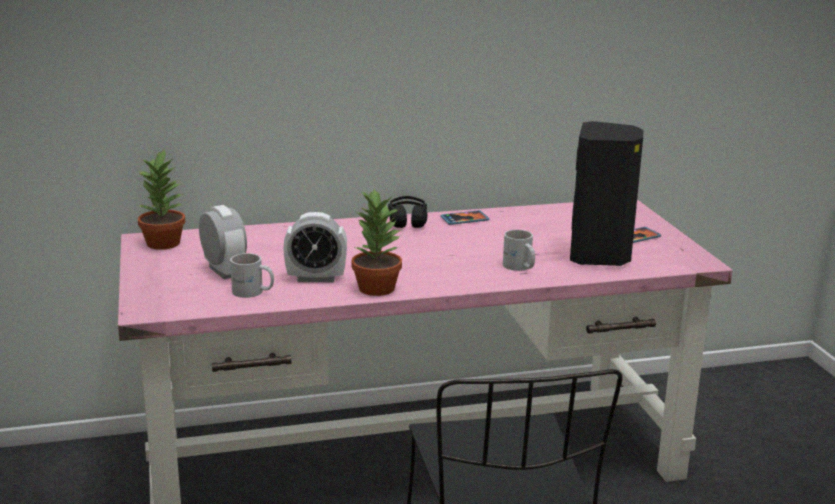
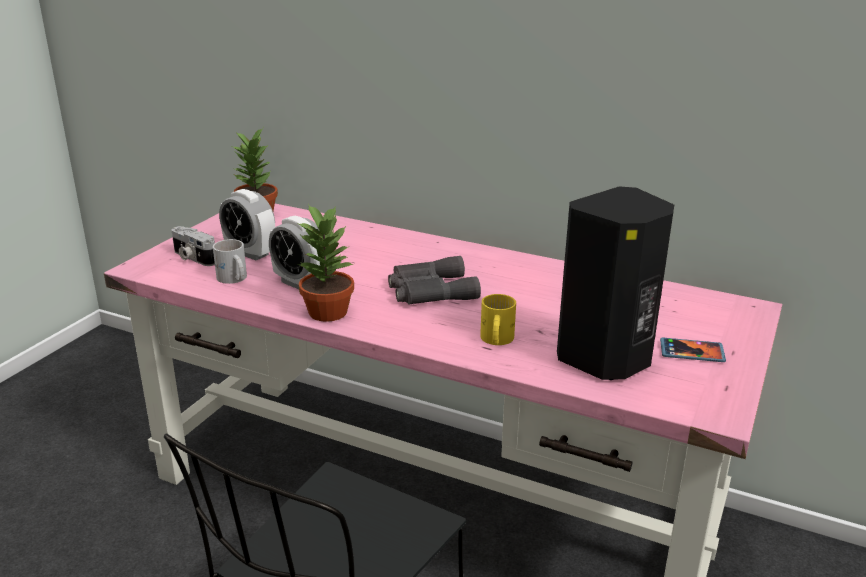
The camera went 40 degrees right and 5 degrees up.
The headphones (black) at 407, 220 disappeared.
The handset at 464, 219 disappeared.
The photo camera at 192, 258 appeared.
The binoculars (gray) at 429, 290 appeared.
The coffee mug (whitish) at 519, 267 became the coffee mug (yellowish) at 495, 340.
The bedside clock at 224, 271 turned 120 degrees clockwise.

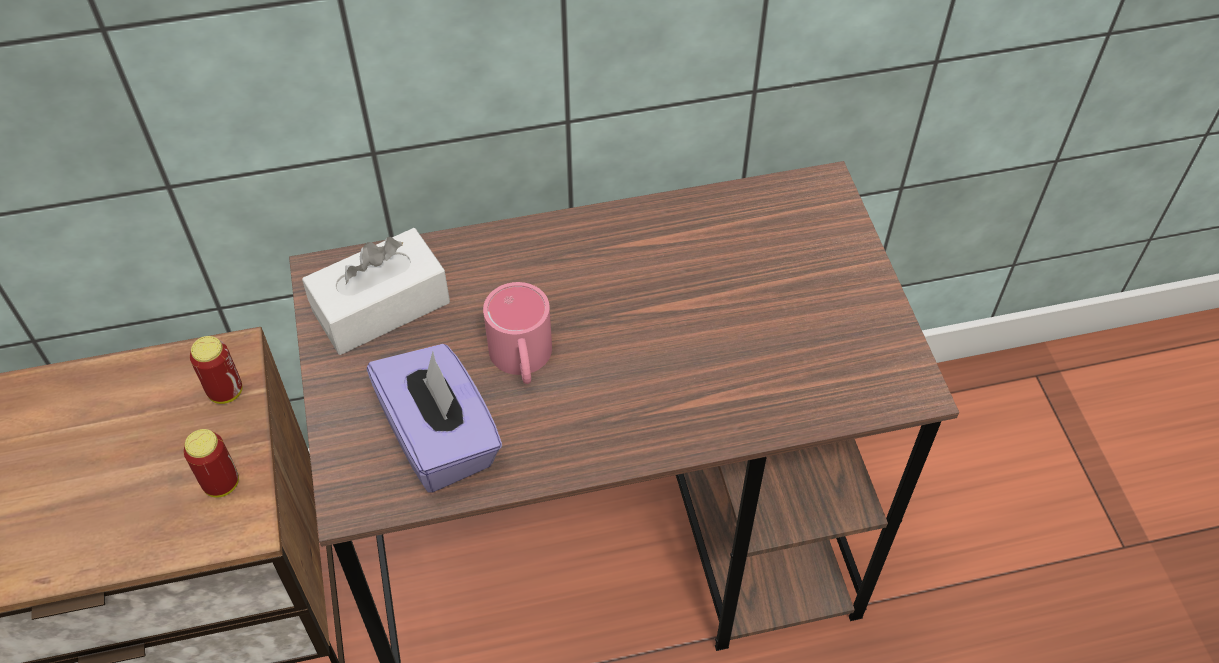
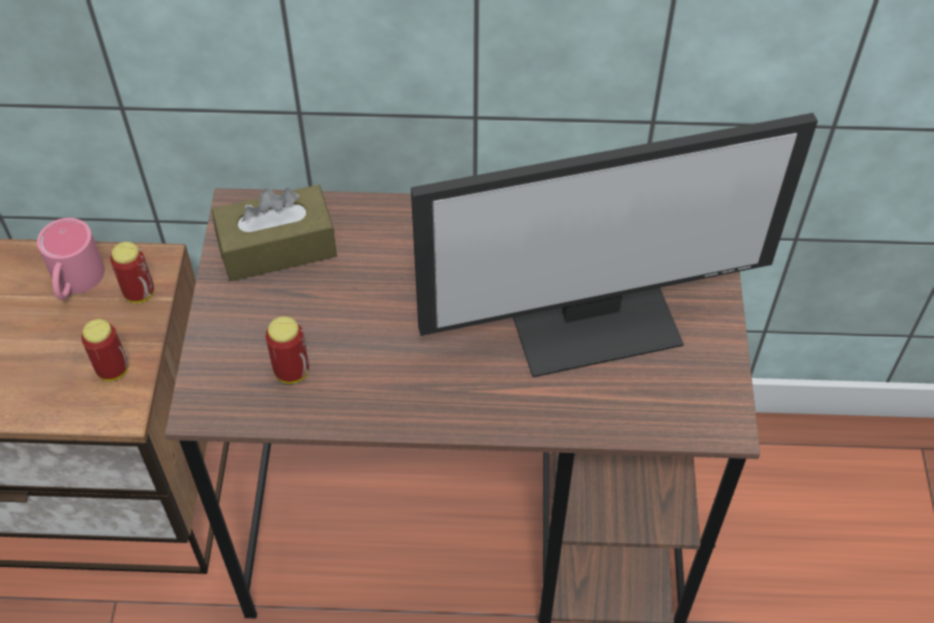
The camera went 15 degrees right and 0 degrees up.
The monitor at 595, 320 appeared.
The coffee mug (pinkish) moved from 522, 361 to 75, 283.
The tissue holder (purple-coloured) at 441, 438 was replaced by the can at 292, 372.
The tissue holder (whitish) at 381, 307 became the tissue holder (brown) at 277, 247.

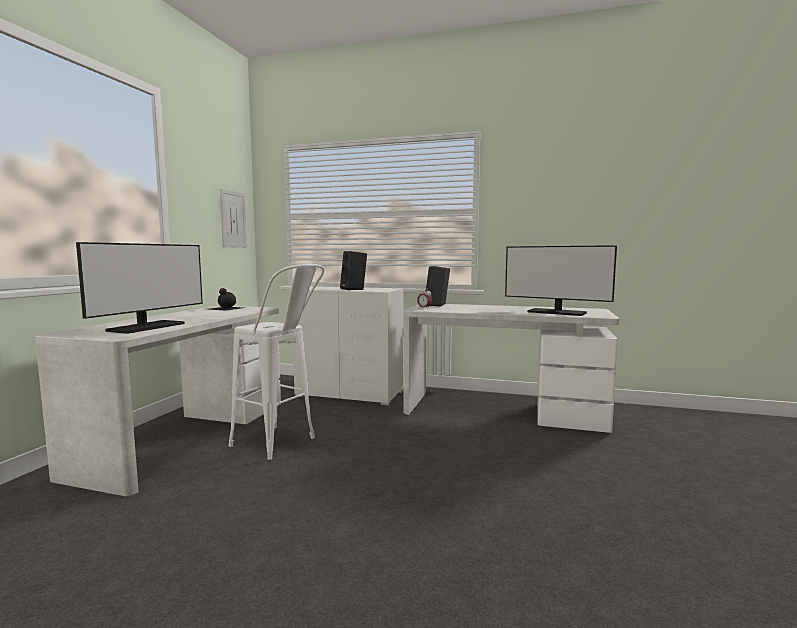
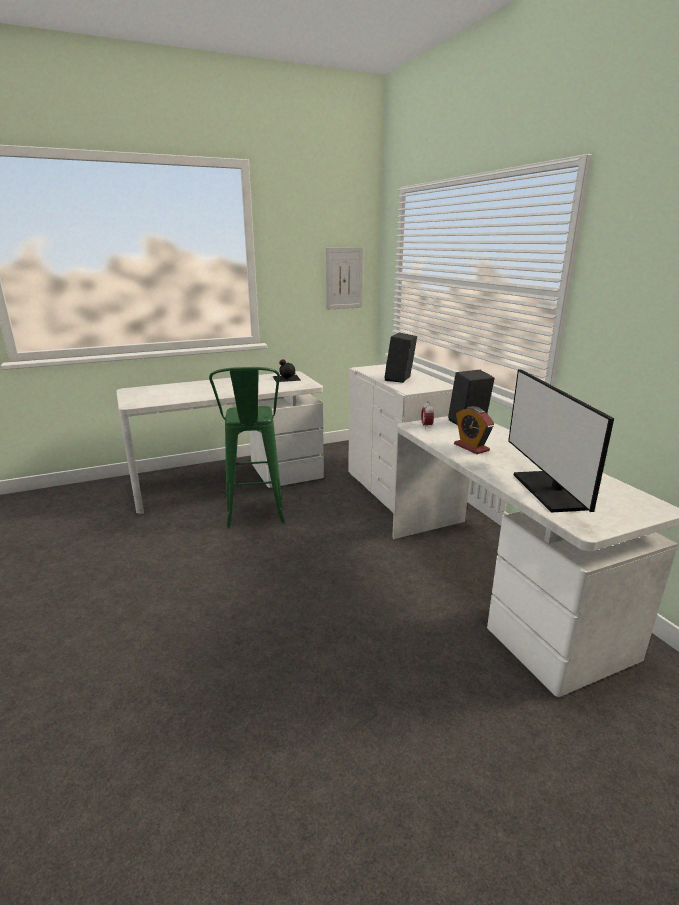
The camera went 50 degrees right and 15 degrees up.
The monitor at 147, 327 disappeared.
The bedside clock at 471, 447 appeared.
The sitting stool (whitish) at 281, 445 became the sitting stool (greenish) at 255, 518.

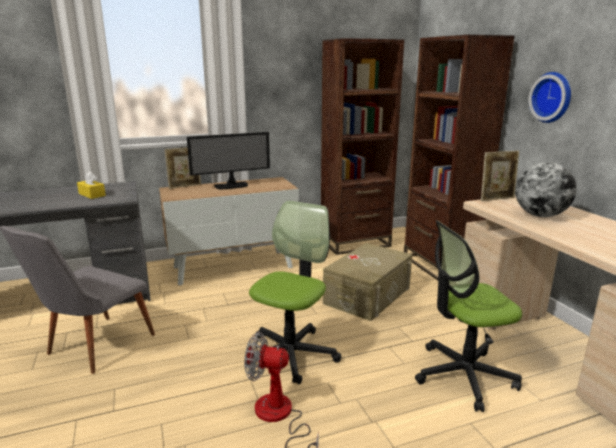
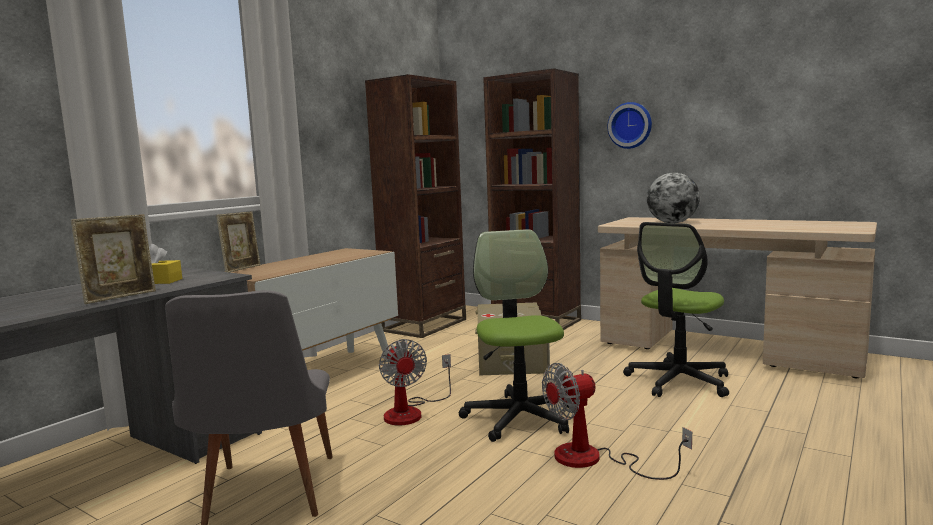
The camera went 35 degrees left and 10 degrees down.
The monitor at 231, 186 disappeared.
The electric fan at 411, 412 appeared.
The photo frame moved from 496, 199 to 121, 297.

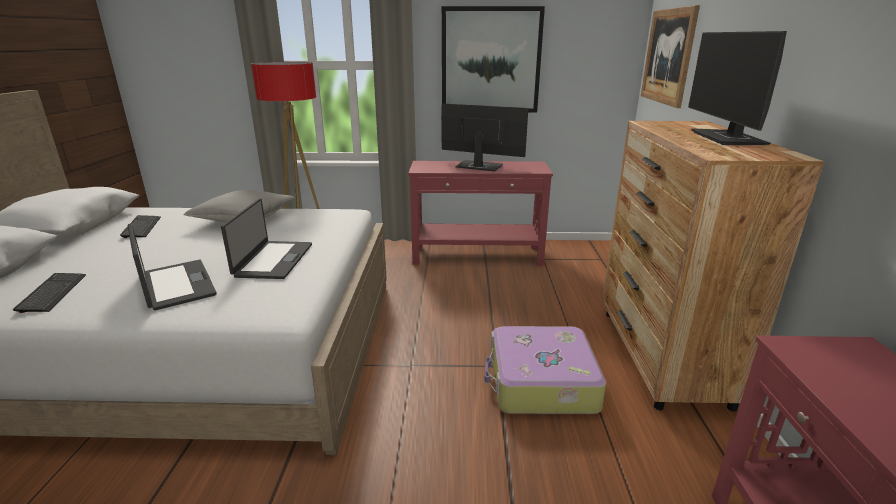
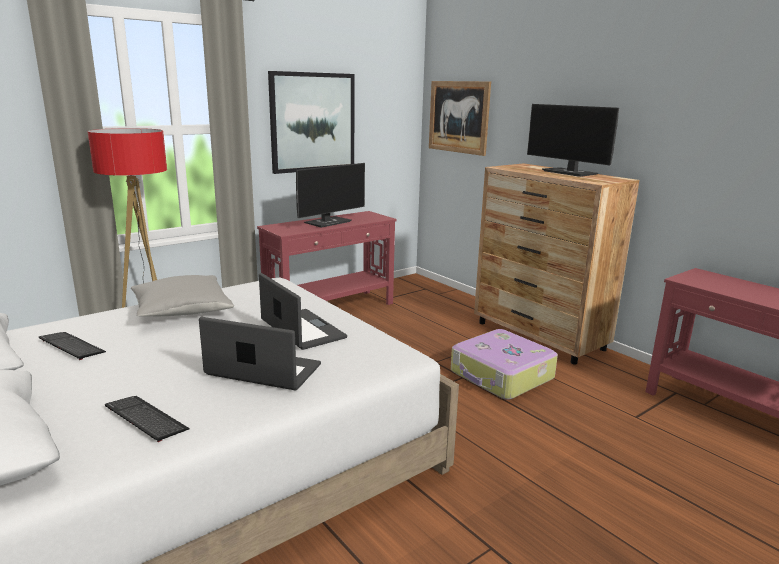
The camera went 40 degrees left and 5 degrees down.
The monitor at 478, 166 turned 150 degrees clockwise.

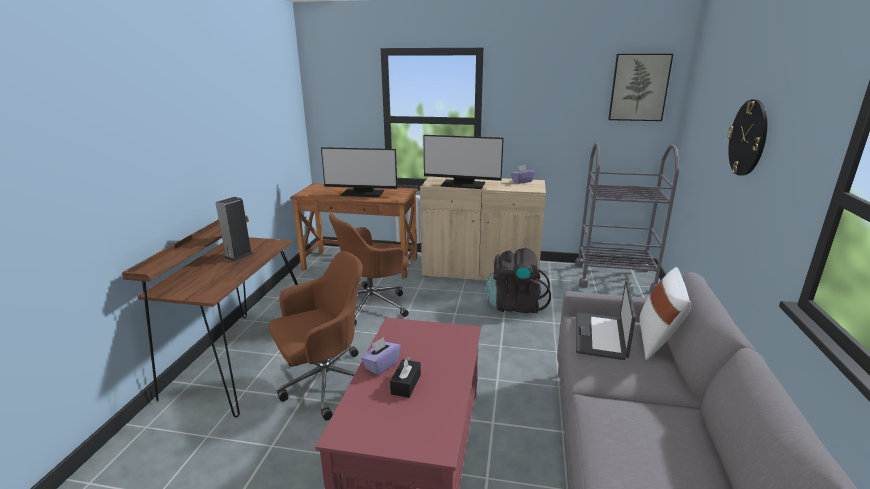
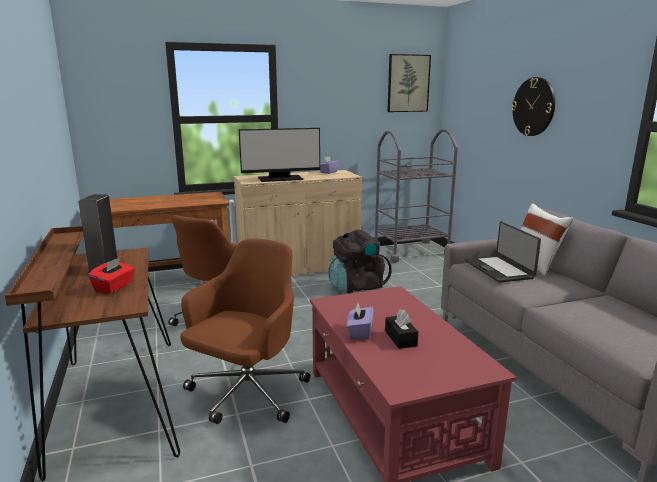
The camera went 30 degrees left and 5 degrees down.
The monitor at 362, 193 disappeared.
The tissue holder (red) at 114, 287 appeared.

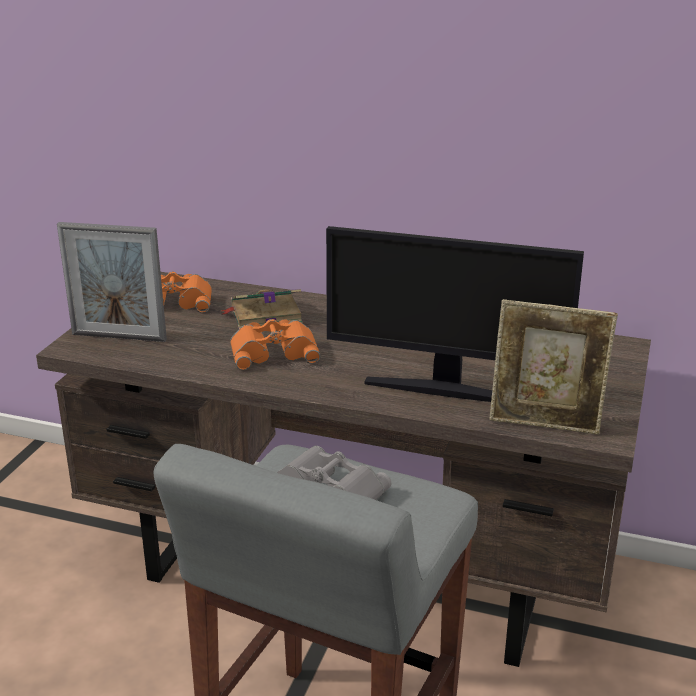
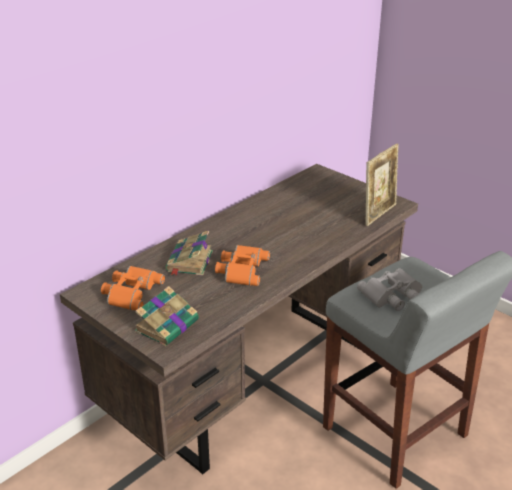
The camera went 65 degrees left and 5 degrees up.
The monitor at 445, 389 disappeared.
The photo frame at 119, 337 was replaced by the bound book at 168, 325.

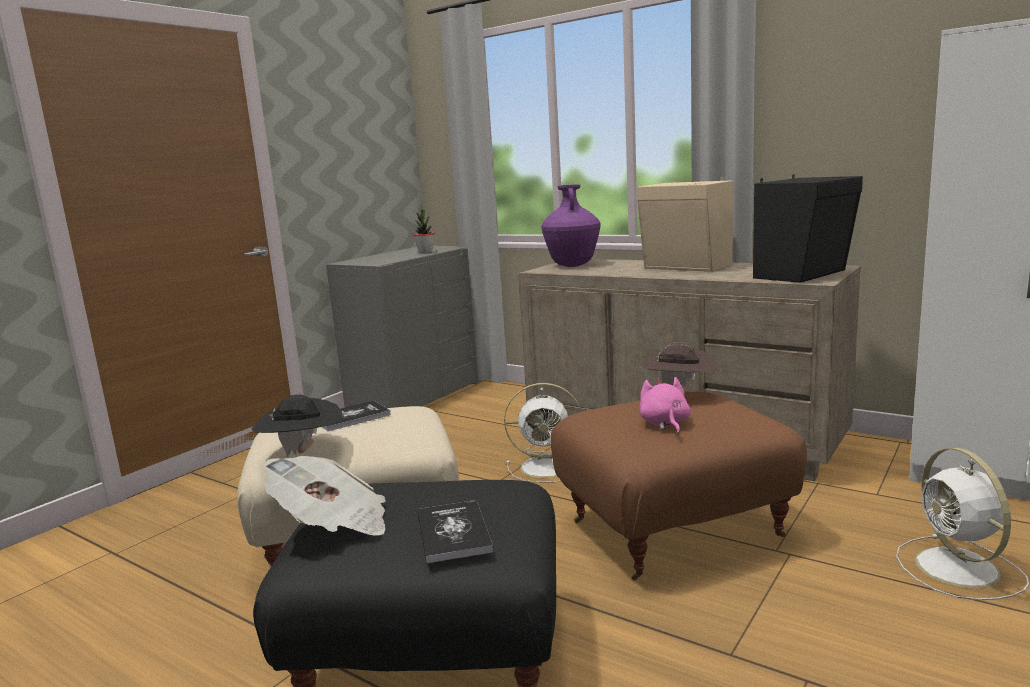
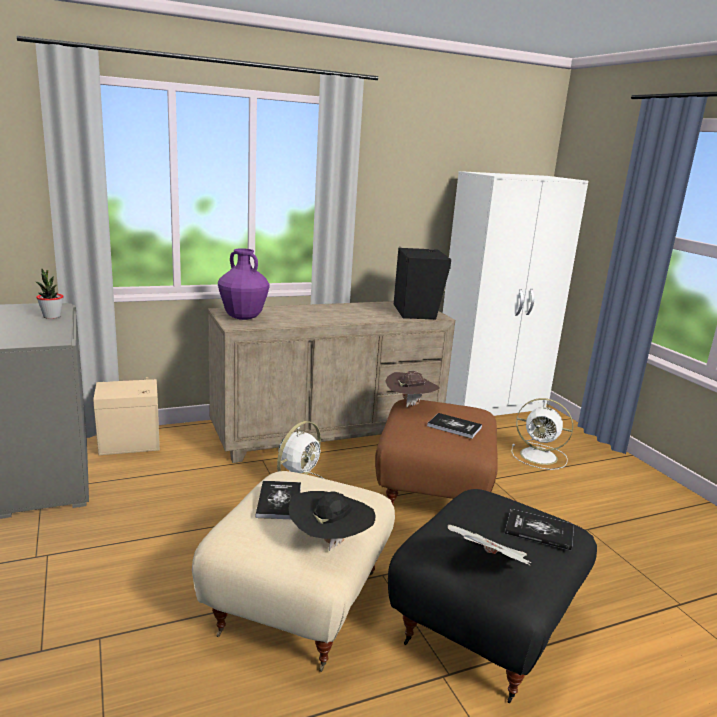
The camera went 60 degrees left and 5 degrees up.
The speaker (beige-coloured) moved from 687, 267 to 131, 446.
The soft toy (pinkish) at 665, 424 was replaced by the bound book at 454, 426.

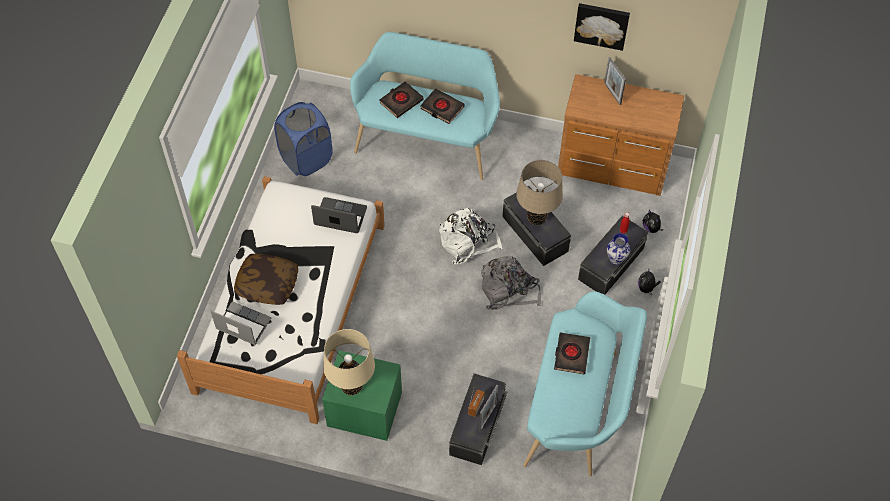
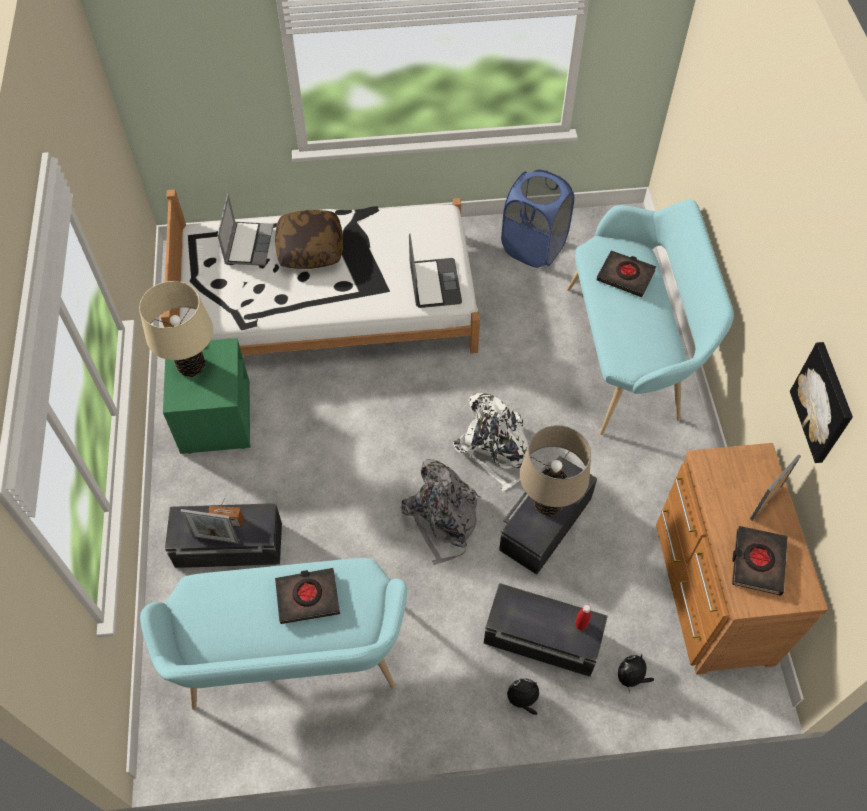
The camera went 70 degrees right and 0 degrees up.
The vase at 616, 259 disappeared.
The bound book (black) moved from 442, 108 to 757, 562.

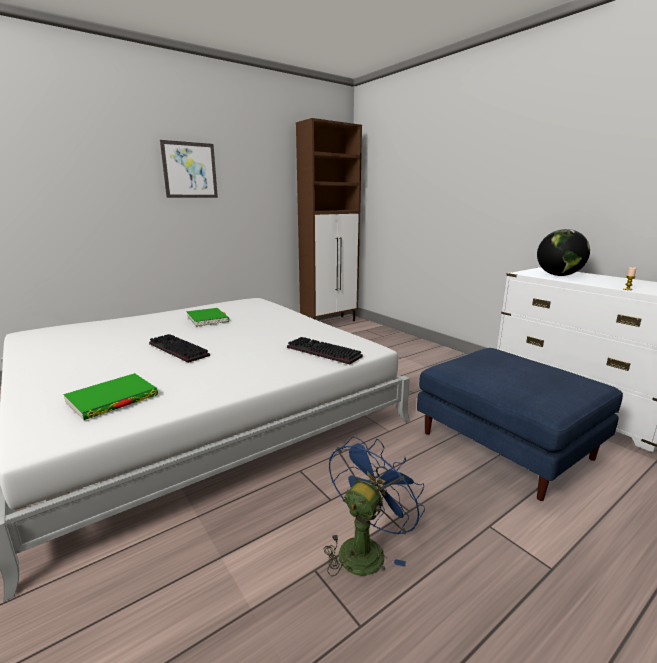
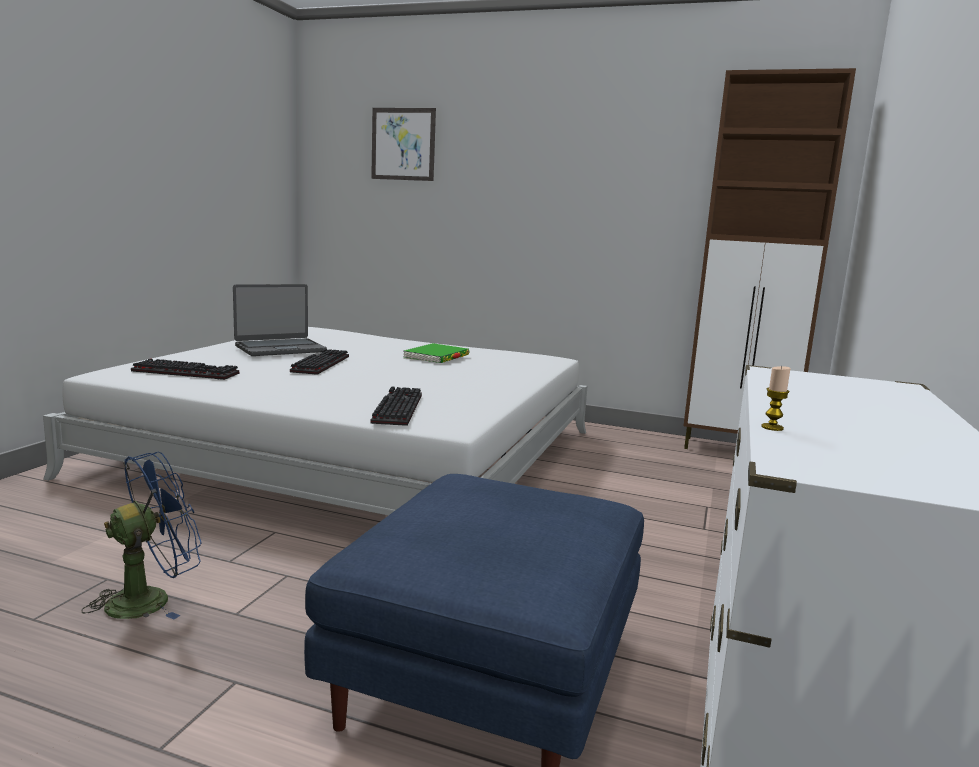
The camera went 55 degrees right and 5 degrees down.
The world globe at 558, 275 disappeared.
The portable computer at 280, 349 appeared.
The wall art moved from 190, 170 to 403, 144.
The bound book (greenish) at 112, 399 was replaced by the keyboard at 188, 372.
The electric fan (bluish) at 365, 548 turned 45 degrees counterclockwise.

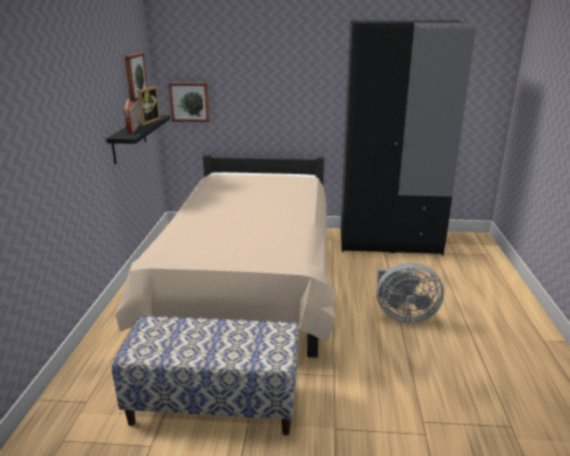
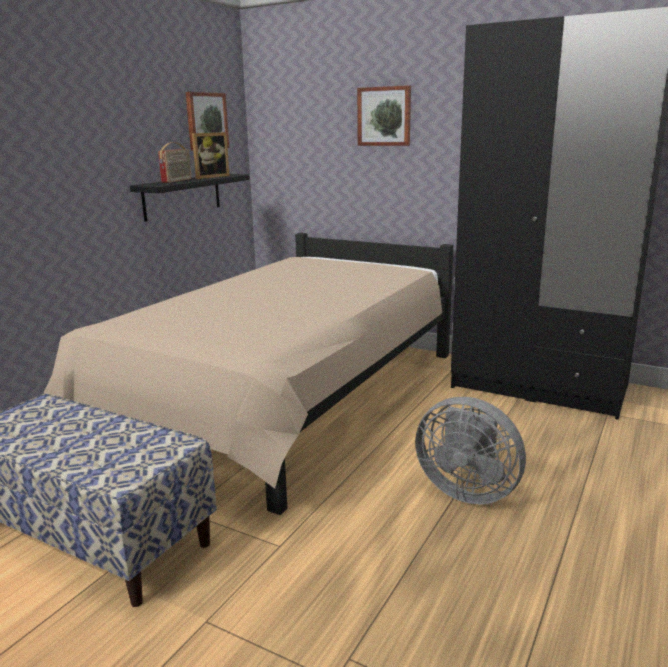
The camera went 25 degrees right and 5 degrees down.
The wall art moved from 189, 102 to 384, 116.

